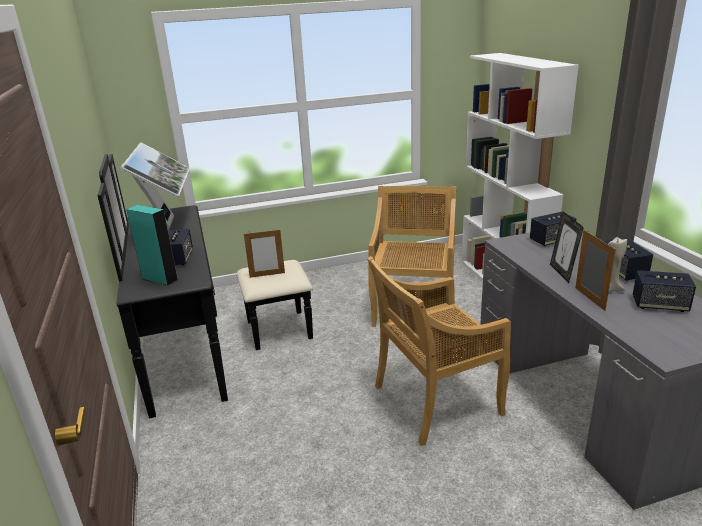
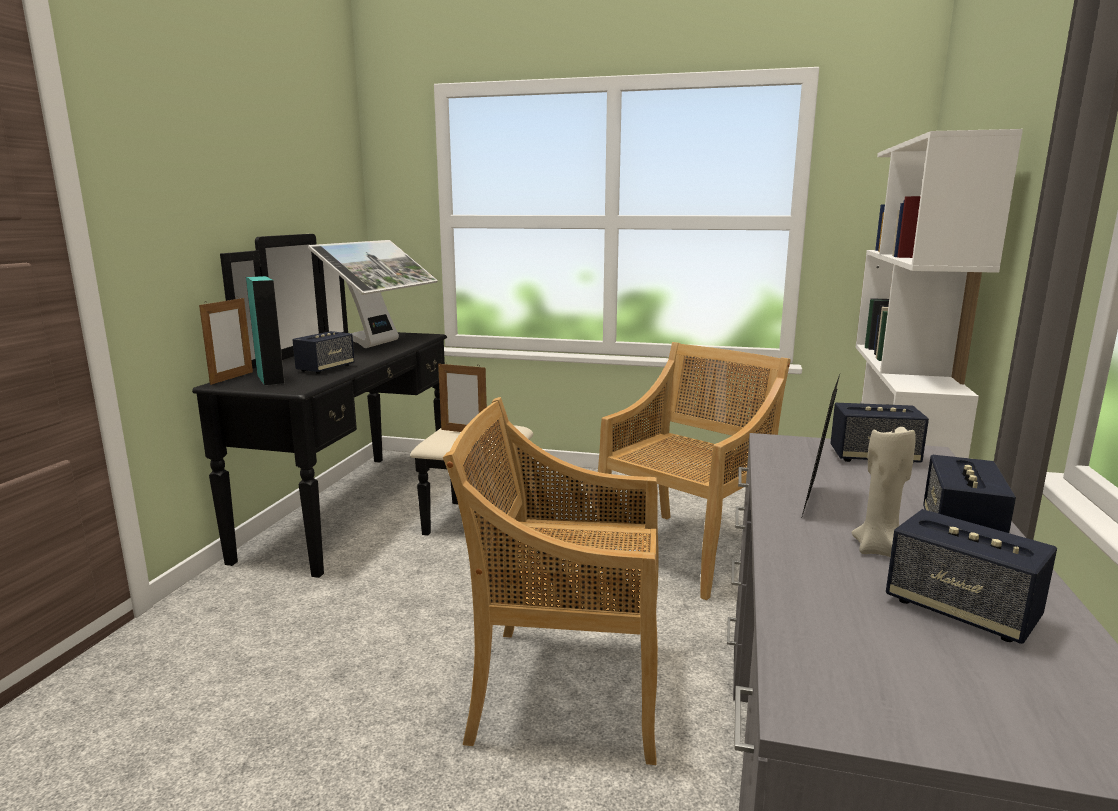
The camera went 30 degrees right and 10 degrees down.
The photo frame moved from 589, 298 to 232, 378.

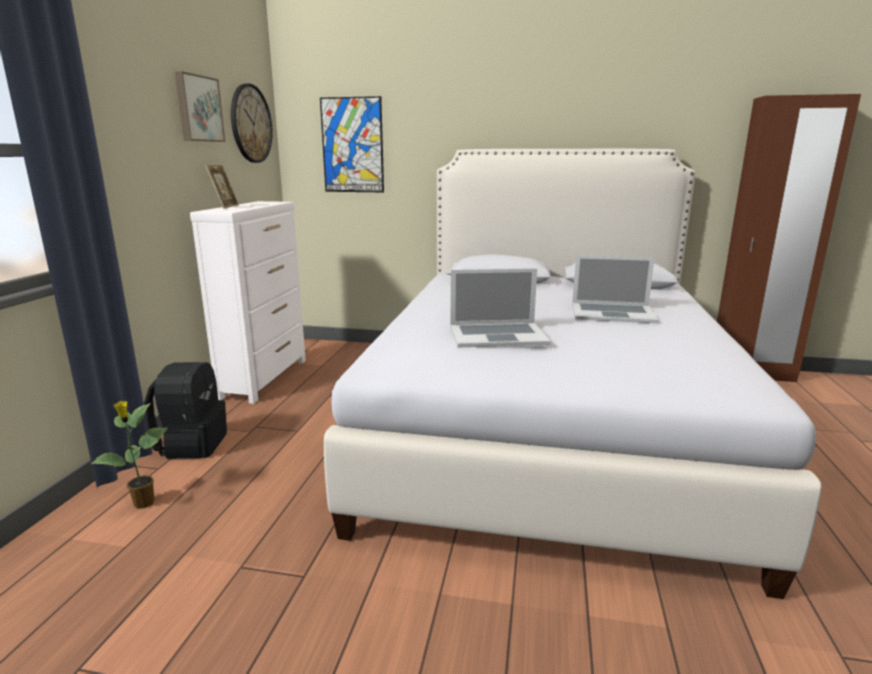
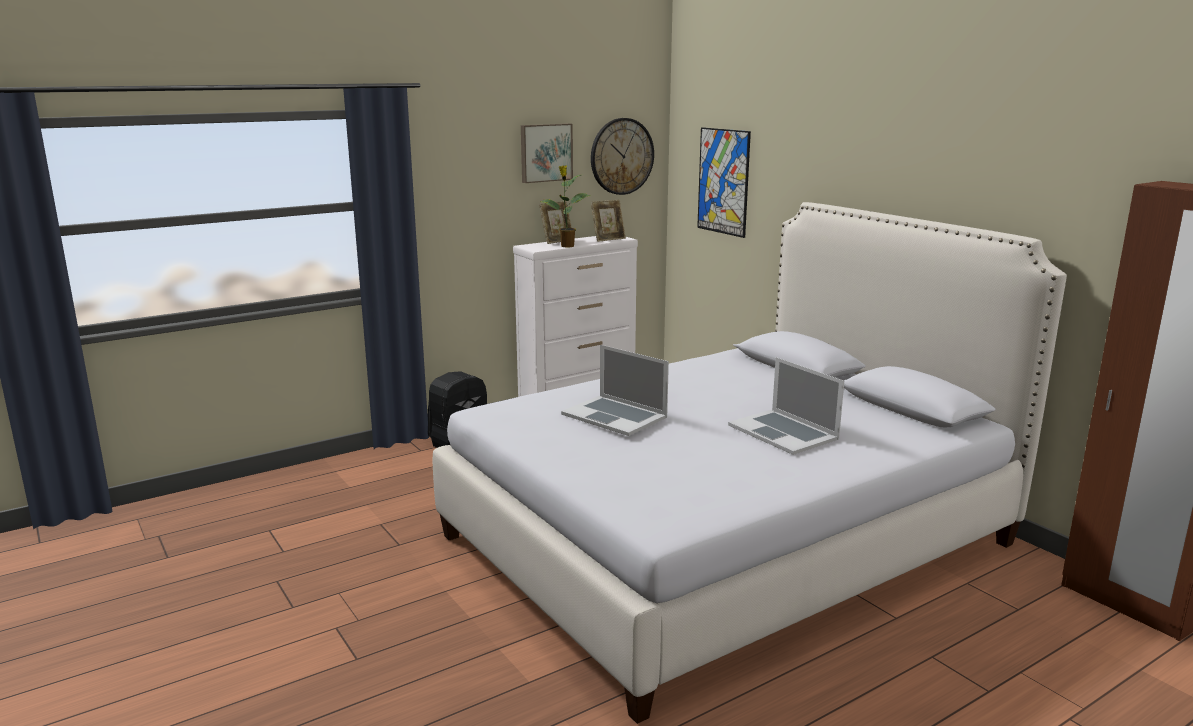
The camera went 45 degrees right and 0 degrees up.
The photo frame at 608, 239 appeared.
The plant in a pot moved from 143, 504 to 566, 246.

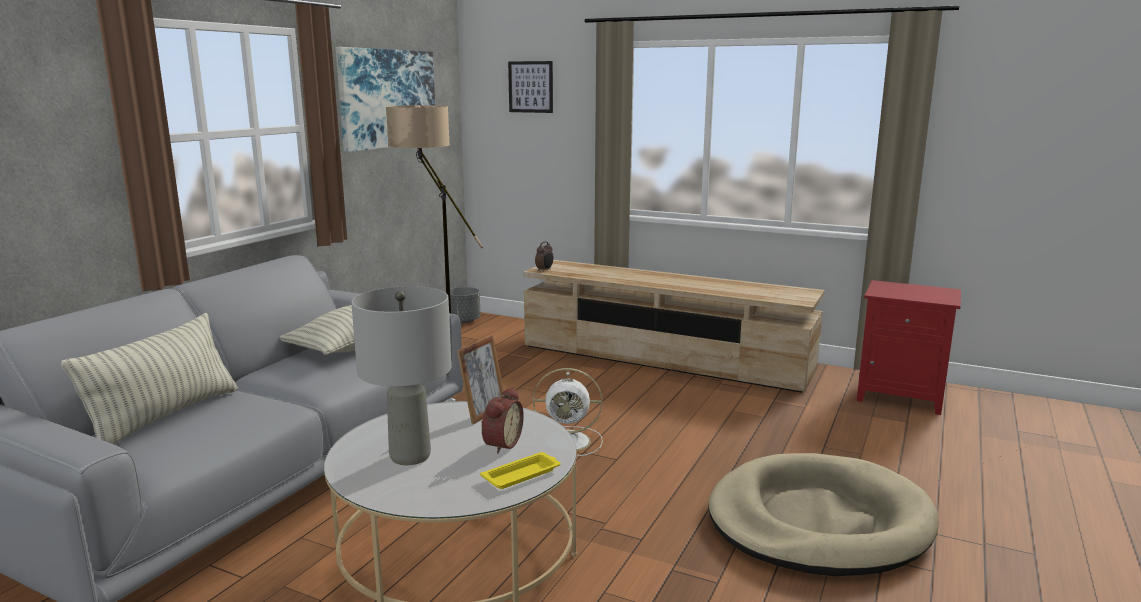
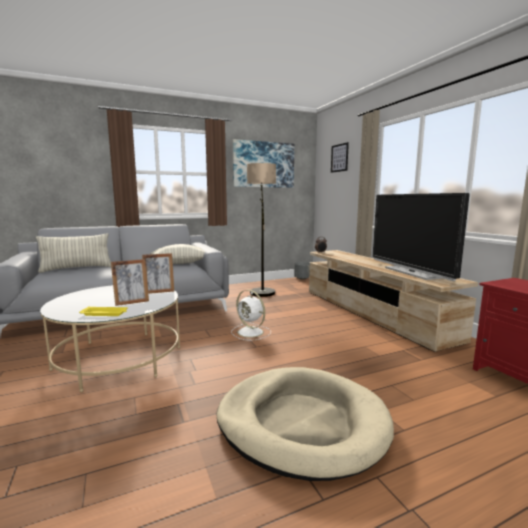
The camera went 40 degrees right and 5 degrees down.
The tabletop lamp (gray) at 409, 456 disappeared.
The television at 411, 272 appeared.
The bedside clock at 500, 444 was replaced by the photo frame at 132, 302.

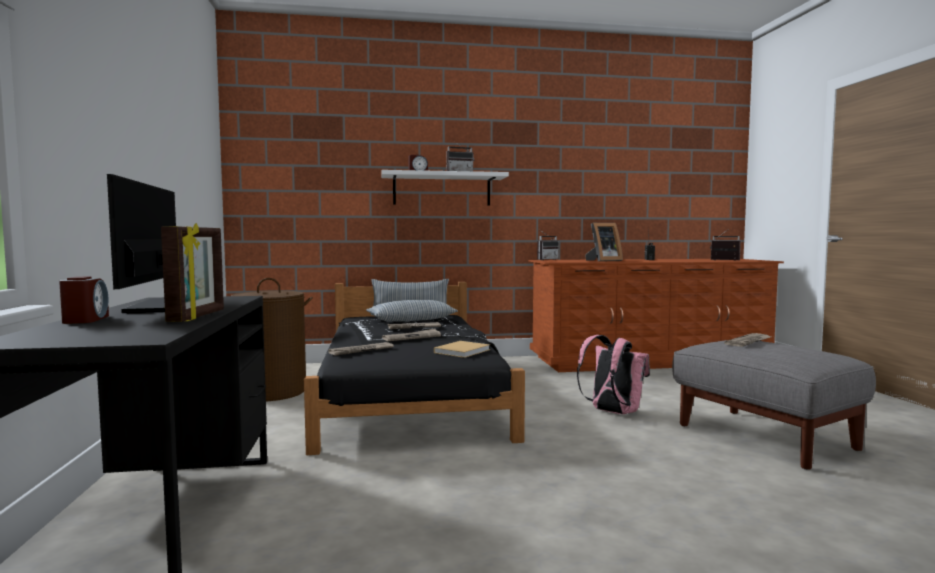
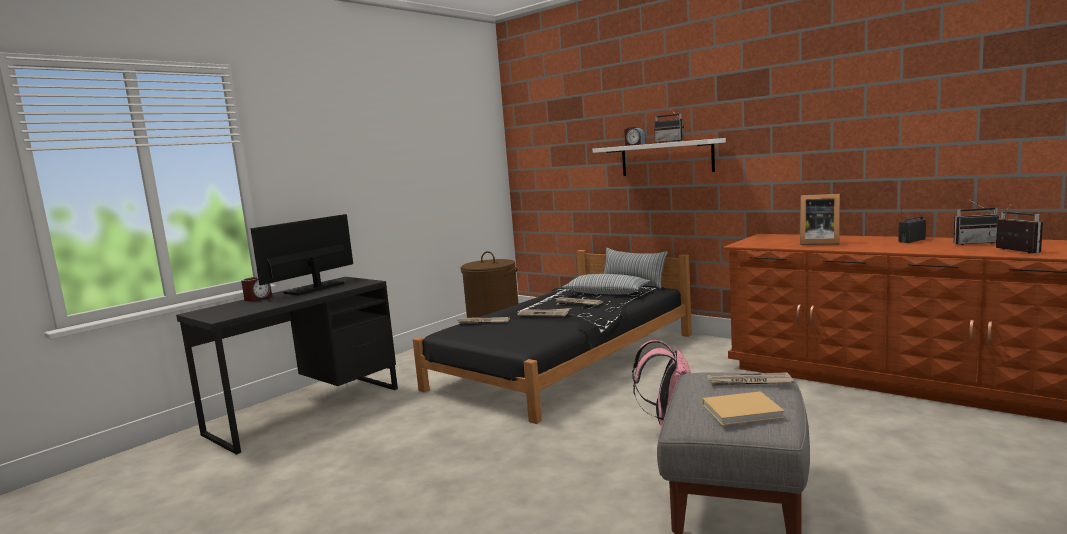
The camera went 50 degrees right and 5 degrees up.
The photo frame at 198, 316 disappeared.
The bound book (beige-coloured) moved from 463, 351 to 744, 411.
The radio set moved from 545, 259 to 974, 243.

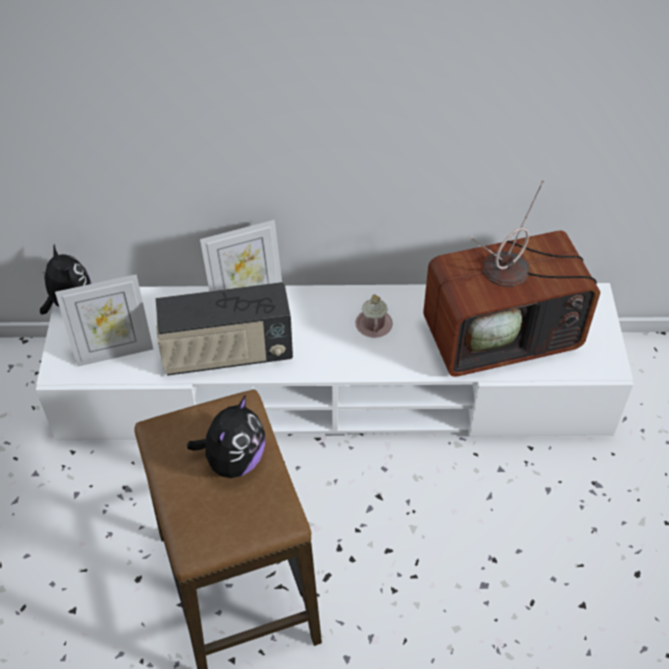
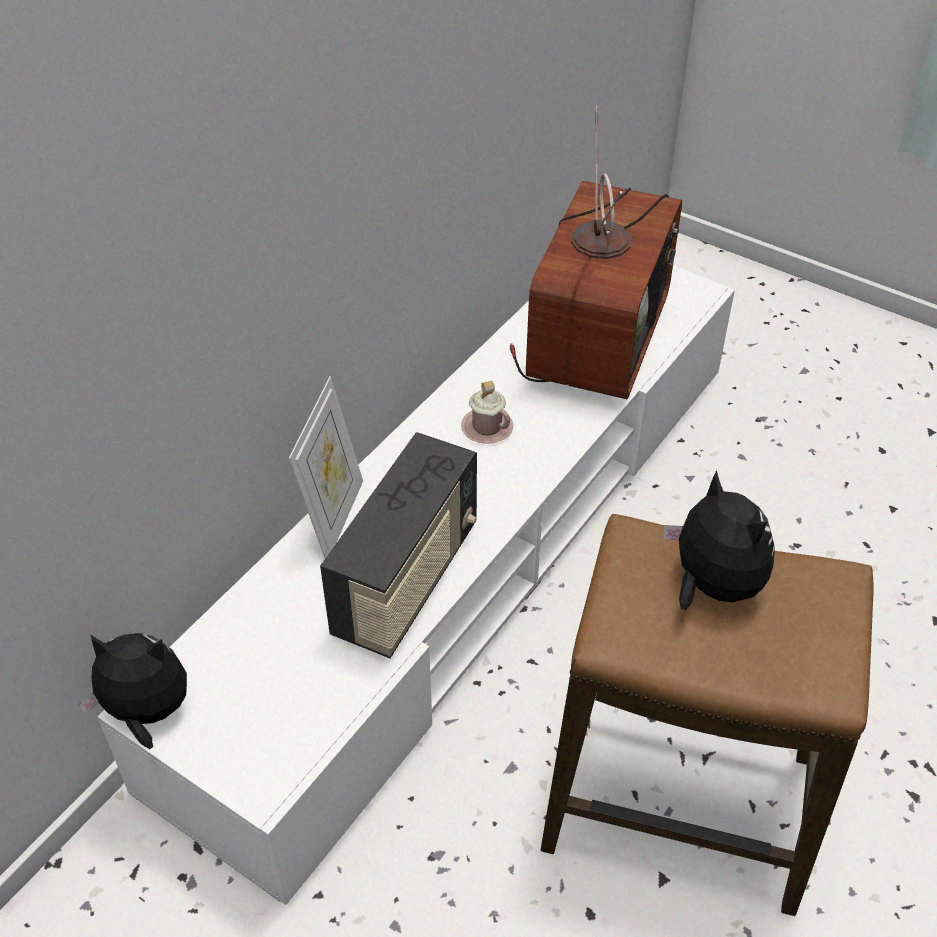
The camera went 55 degrees left and 5 degrees down.
The photo frame at 114, 351 disappeared.

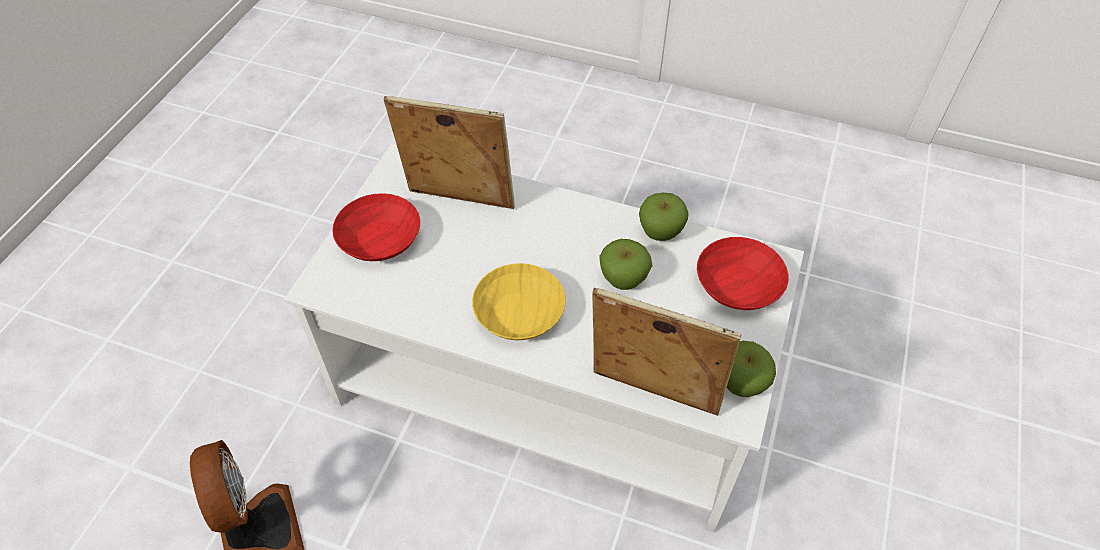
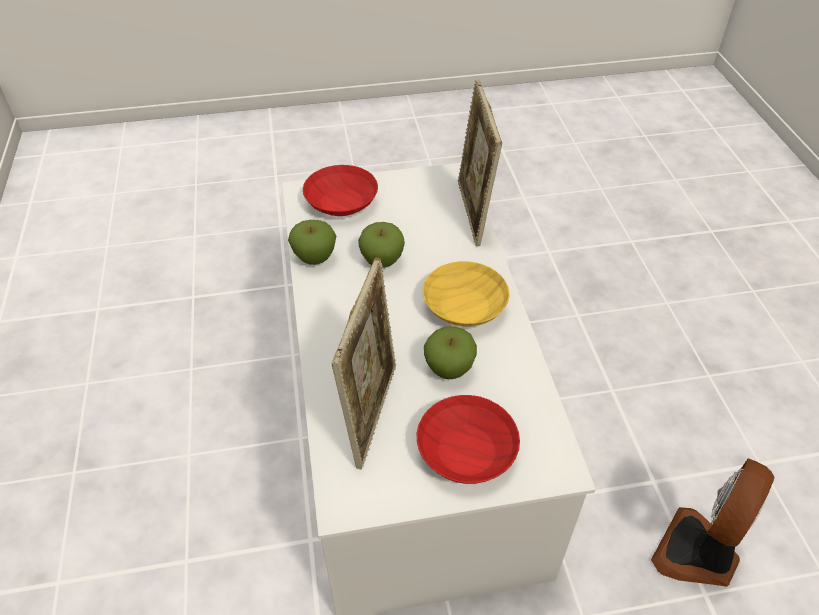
The camera went 120 degrees left and 5 degrees down.
The apple fruit moved from 740, 384 to 449, 369.
The photo frame at 458, 202 turned 150 degrees counterclockwise.

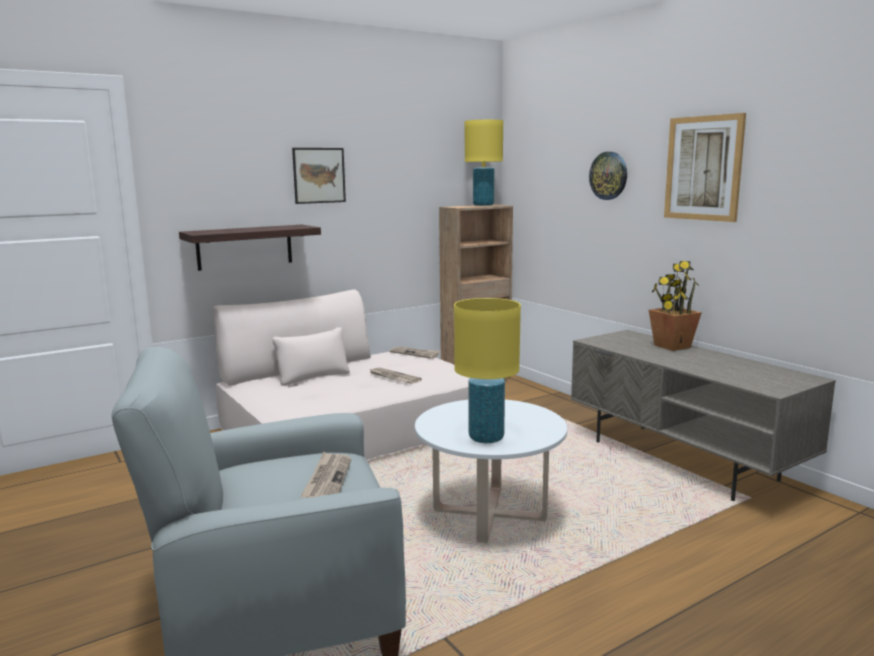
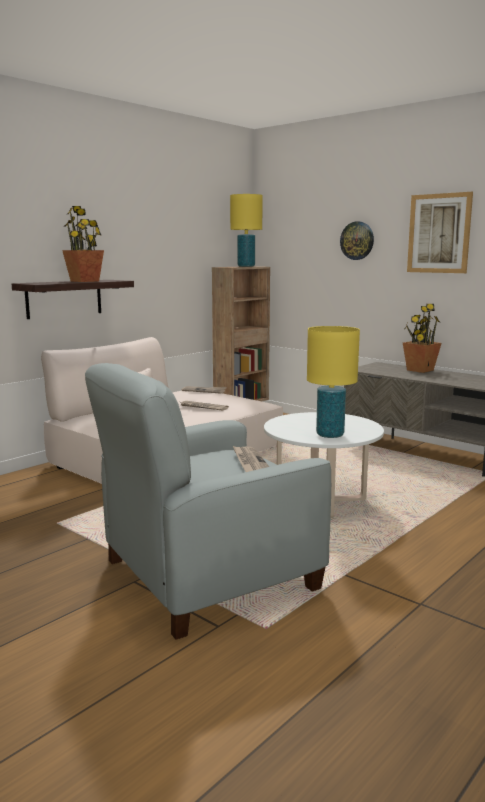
The camera went 15 degrees left and 0 degrees up.
The wall art at 319, 175 disappeared.
The plant in a pot at 85, 281 appeared.

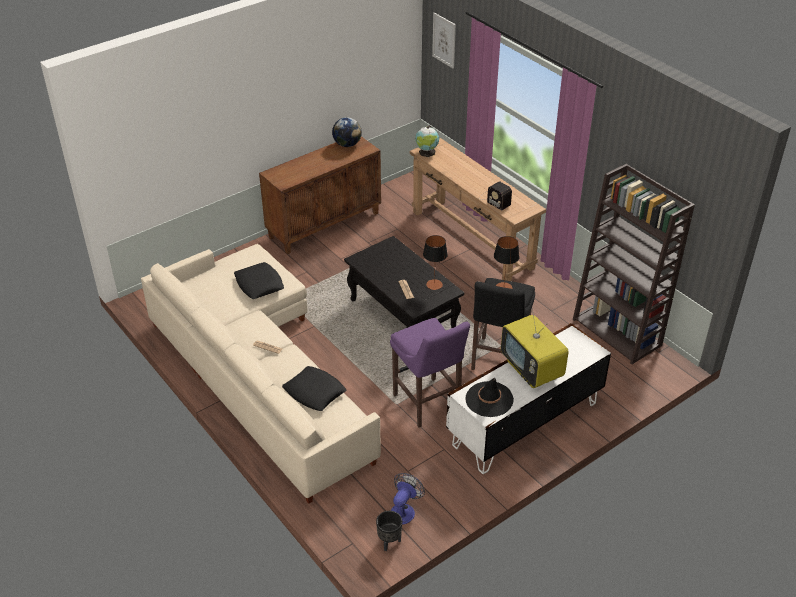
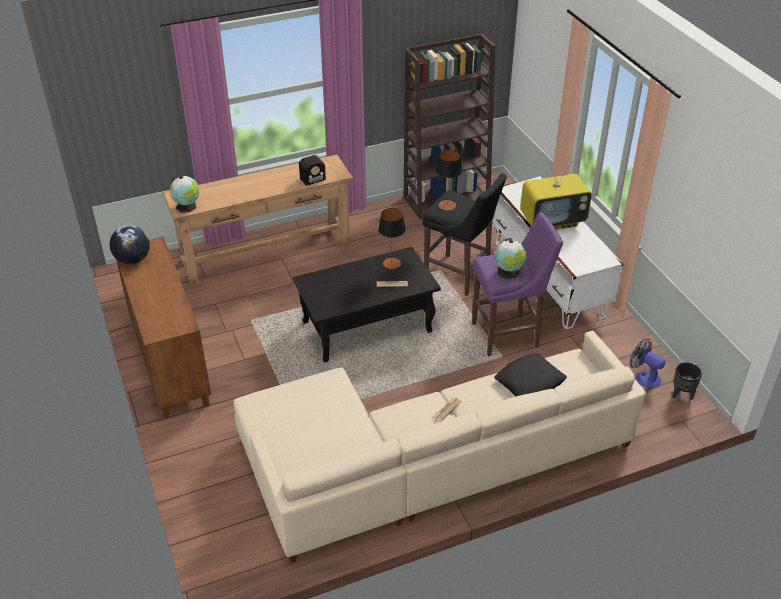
The camera went 75 degrees left and 0 degrees up.
The cushion (black) at 259, 284 disappeared.
The wall art at 444, 40 disappeared.
The clothing hat (black) at 489, 399 disappeared.
The world globe at 508, 272 appeared.

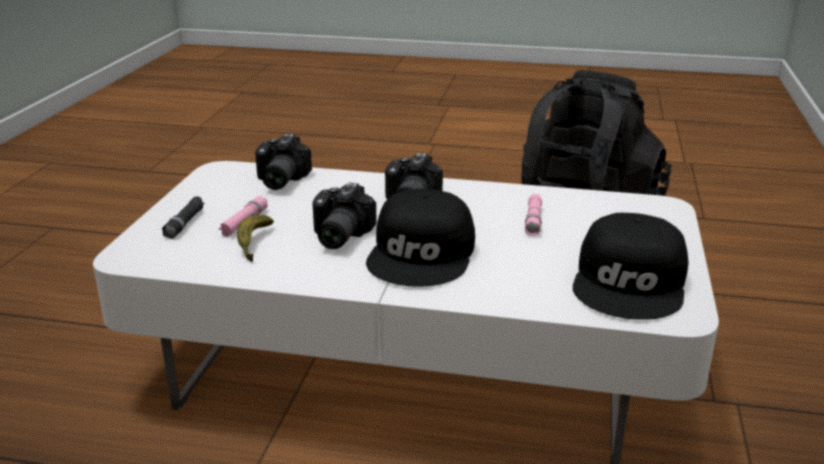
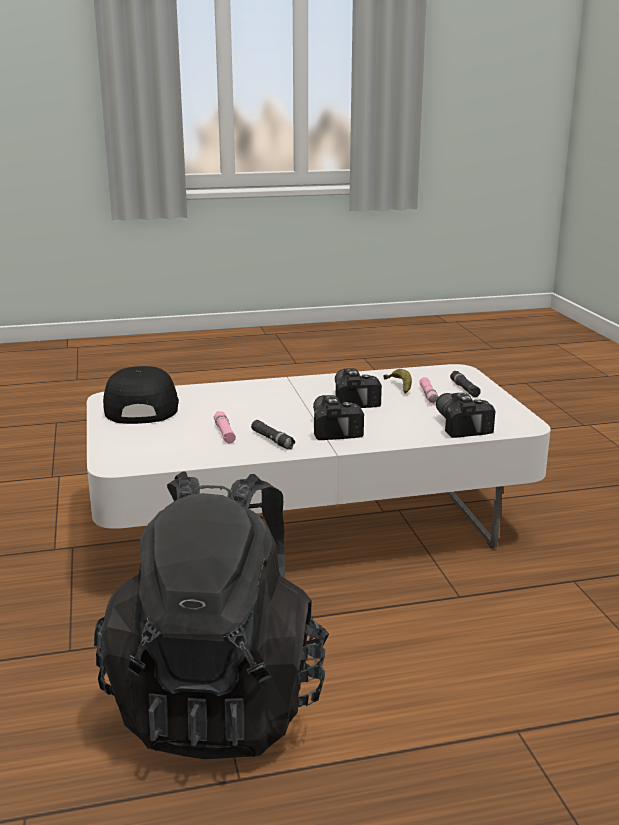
The camera went 155 degrees right and 5 degrees down.
The cap (black) at 423, 254 disappeared.
The torch (black) at 272, 440 appeared.

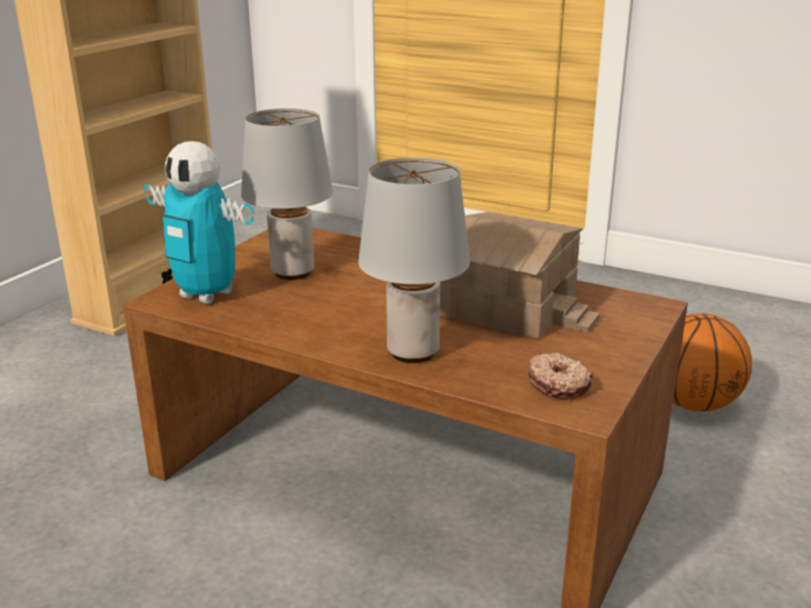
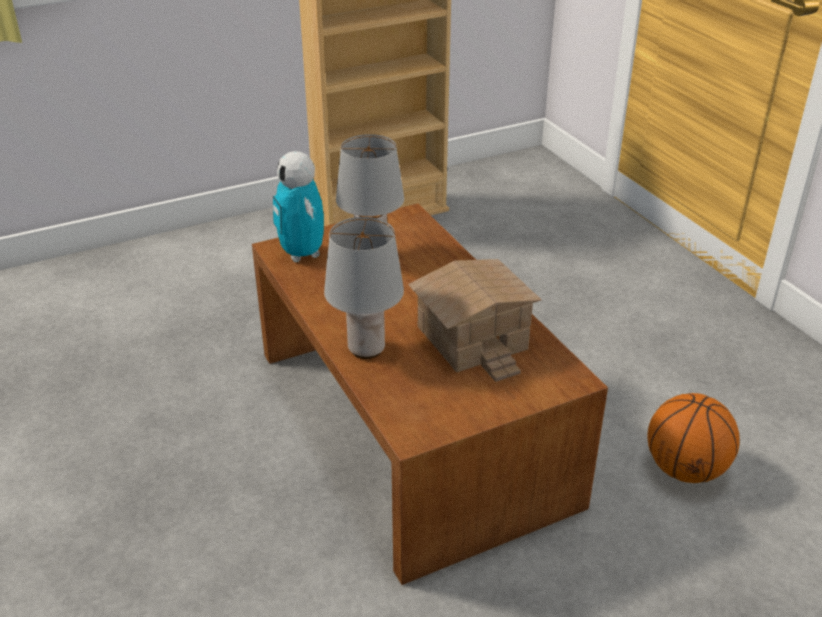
The camera went 35 degrees right and 10 degrees up.
The doughnut at 558, 384 disappeared.

